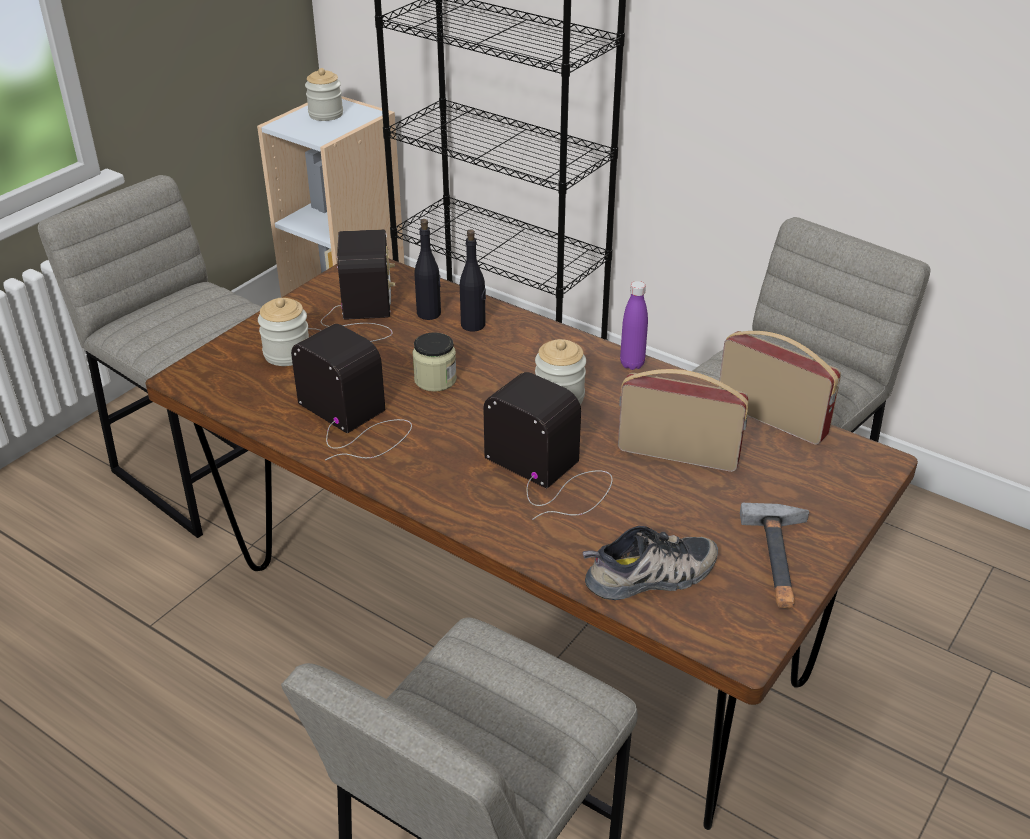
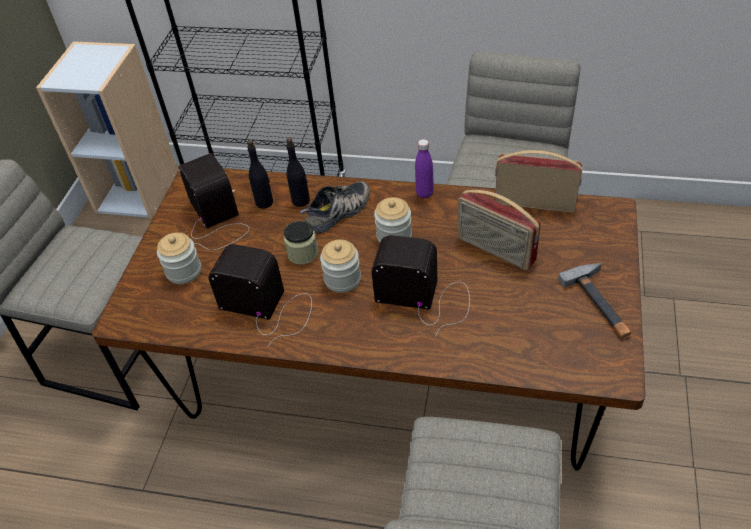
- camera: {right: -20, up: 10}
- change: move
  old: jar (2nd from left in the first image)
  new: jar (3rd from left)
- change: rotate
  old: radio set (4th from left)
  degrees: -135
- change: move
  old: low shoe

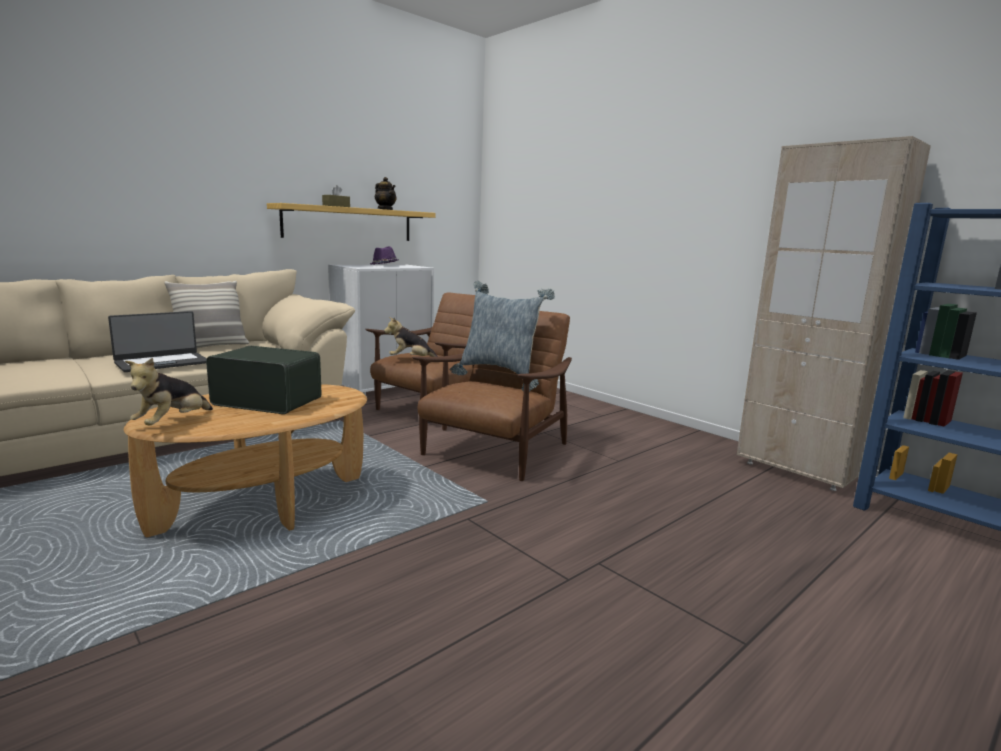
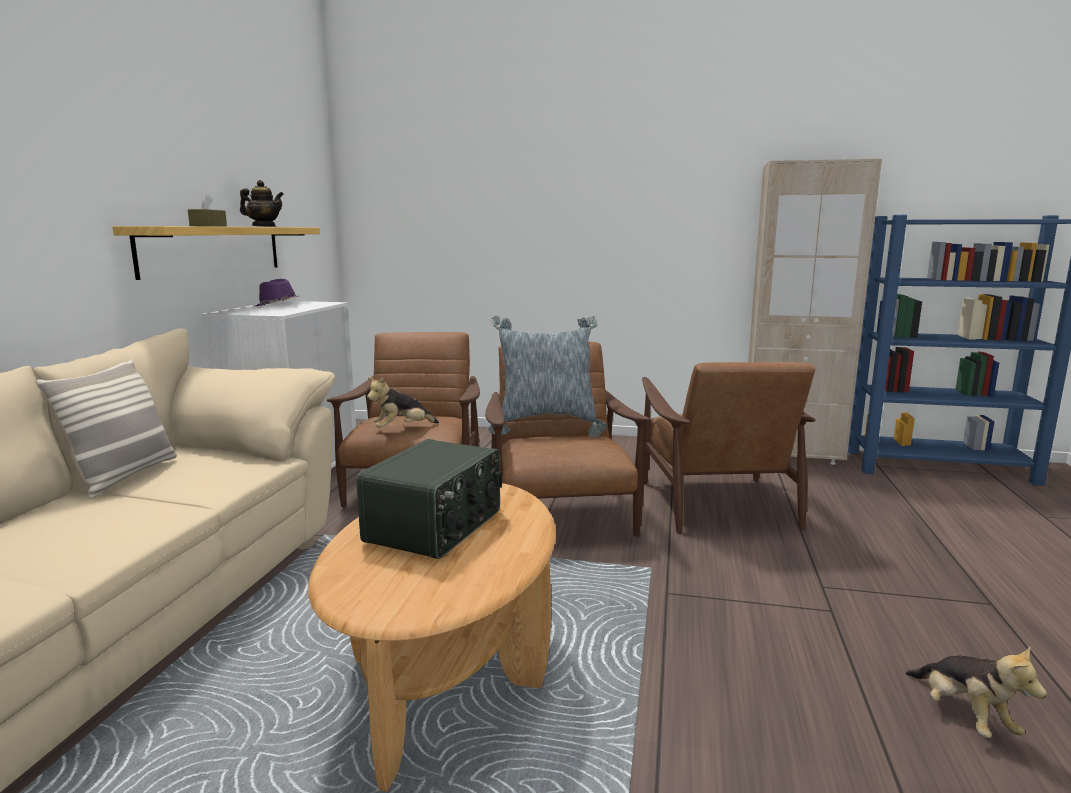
- camera: {right: -35, up: 0}
- change: delete
  old: laptop
- change: rotate
  old: radio set
  degrees: 135
- change: move
  old: cuddly toy (1st from left in the first image)
  new: cuddly toy (2nd from left)
- change: insert
  new: lounge chair/brownish (3rd from left)

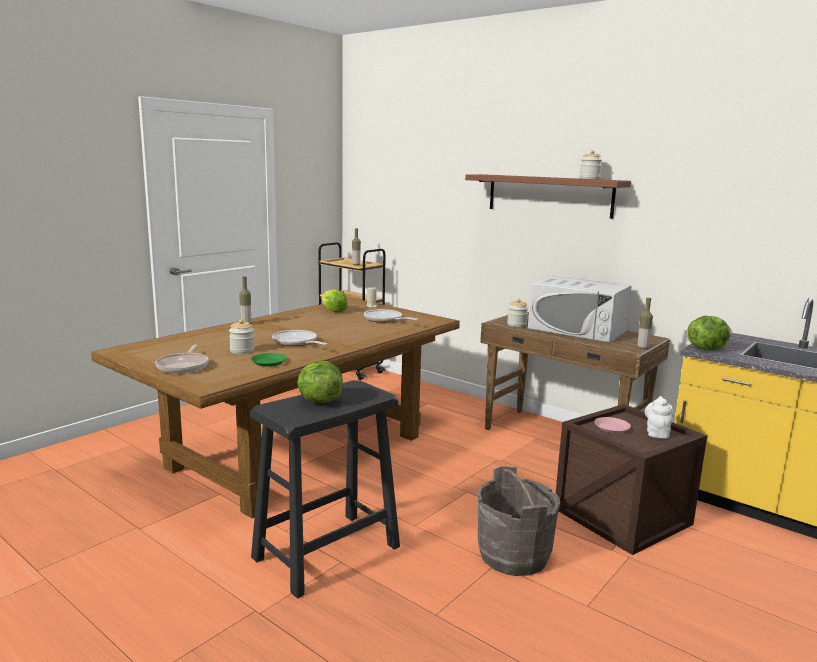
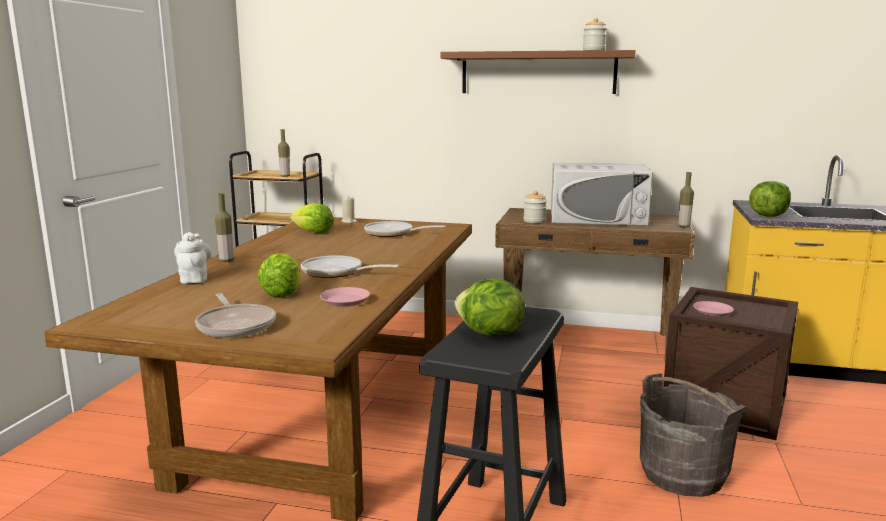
- camera: {right: -25, up: 0}
- change: replace
  old: jar (1st from left)
  new: head of lettuce (1st from left)
- change: recolor
  old: dinner plate/green
  new: dinner plate/pinkish (1st from left)
- change: move
  old: teapot/white-coloured

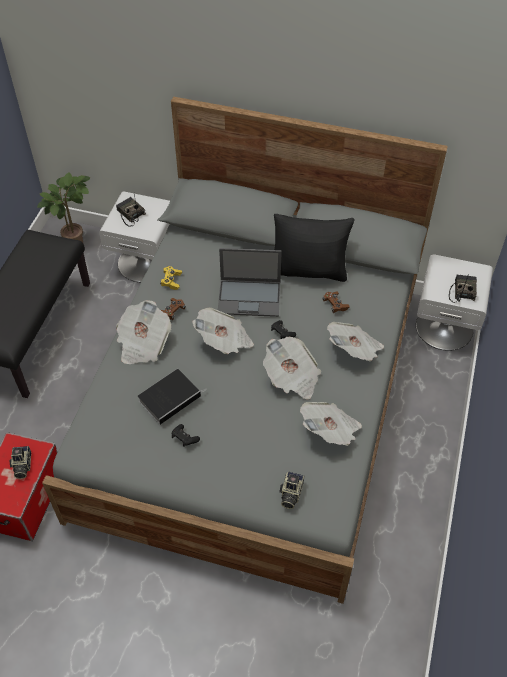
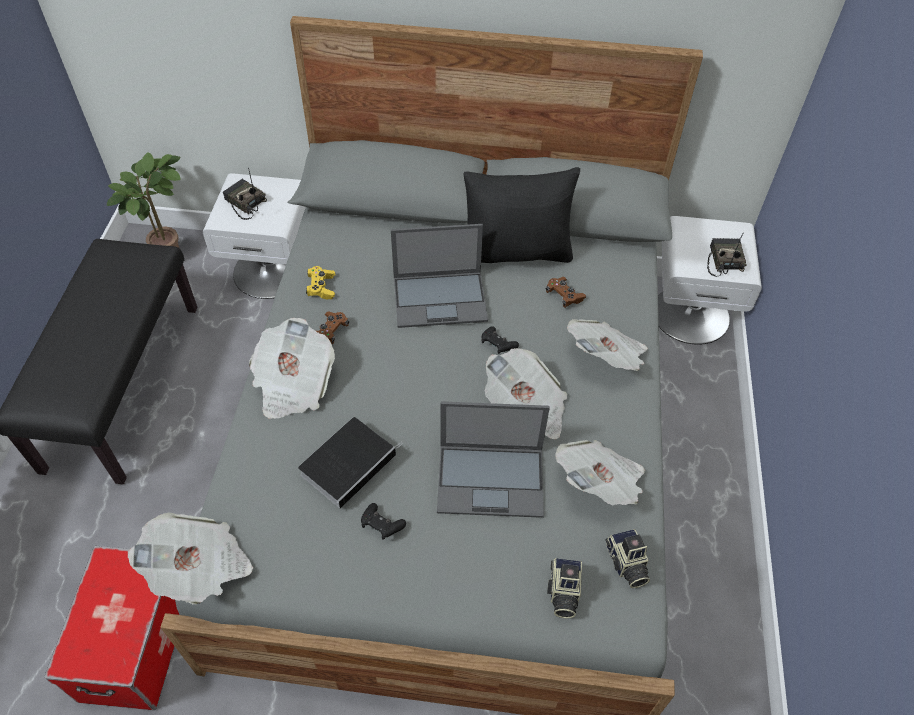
- camera: {right: -10, up: 0}
- change: move
  old: printed paper (2nd from left in the first image)
  new: printed paper (1st from left)
- change: move
  old: photo camera (1st from left in the first image)
  new: photo camera (2nd from left)
- change: insert
  new: laptop (2nd from left)

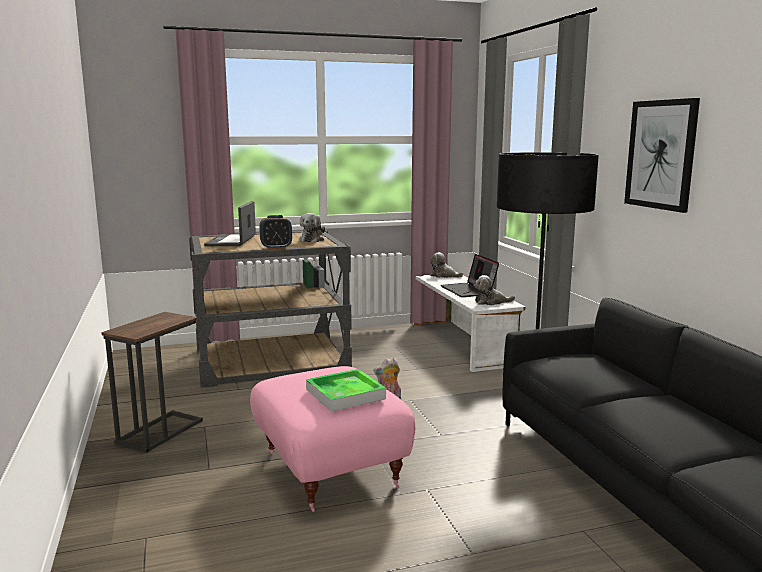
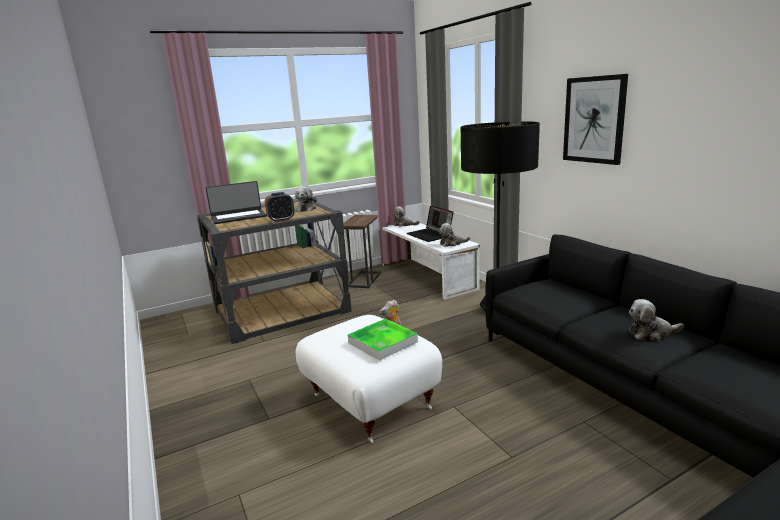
- camera: {right: -10, up: 5}
- change: rotate
  old: laptop (1st from left)
  degrees: -105
- change: move
  old: end table/brownish
- change: recolor
  old: ottoman/pinkish
  new: ottoman/white-coloured
- change: insert
  new: cuddly toy (5th from left)

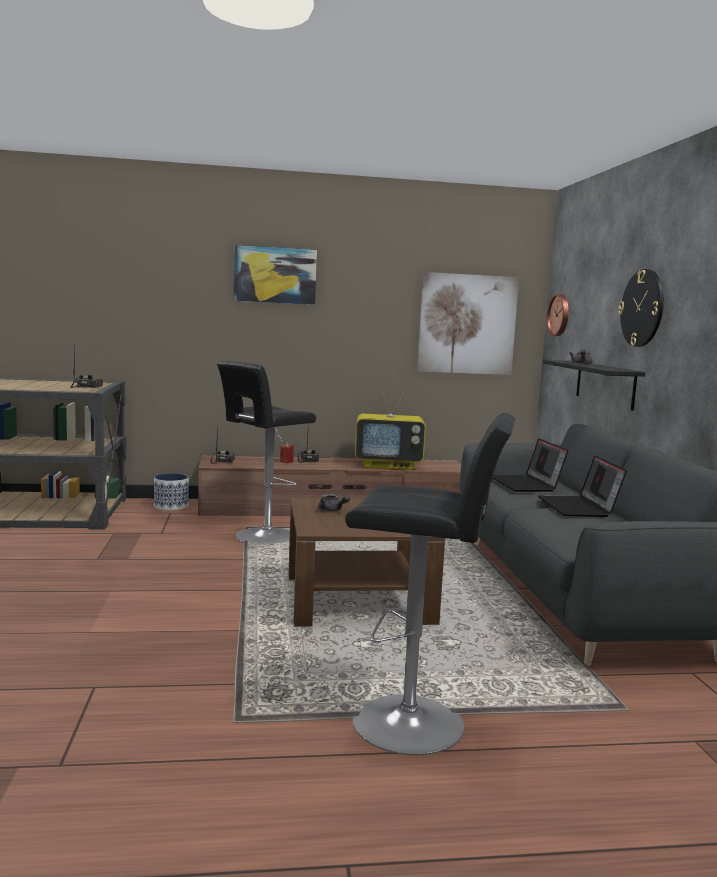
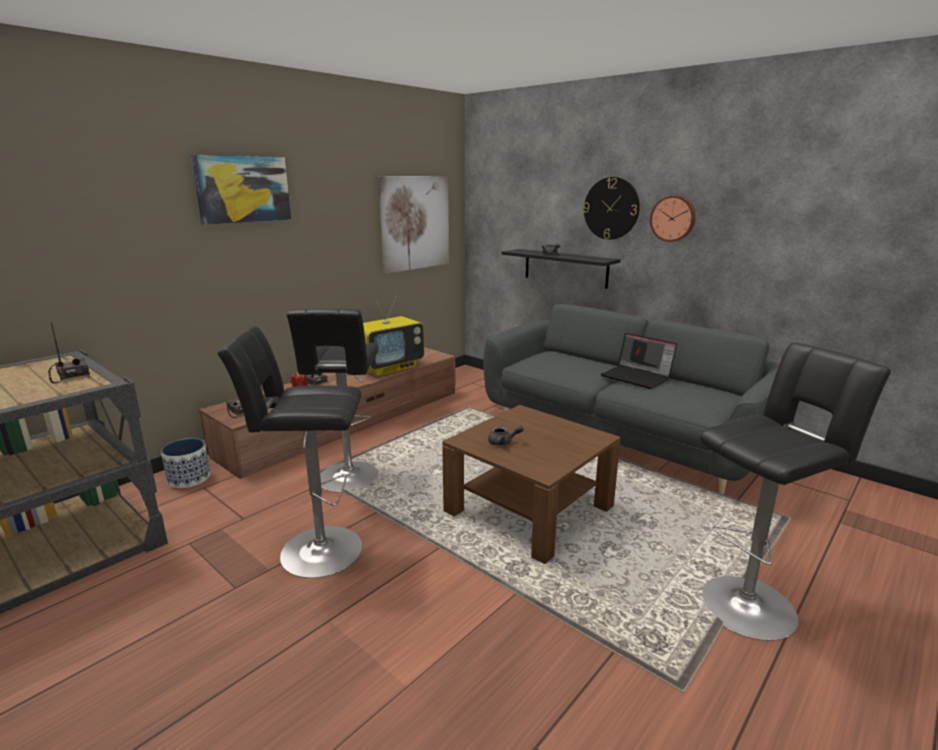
- camera: {right: -40, up: 10}
- change: move
  old: hanging clock (1st from left in the first image)
  new: hanging clock (2nd from left)
- change: delete
  old: laptop (1st from left)
- change: insert
  new: stool/blackish (1st from left)

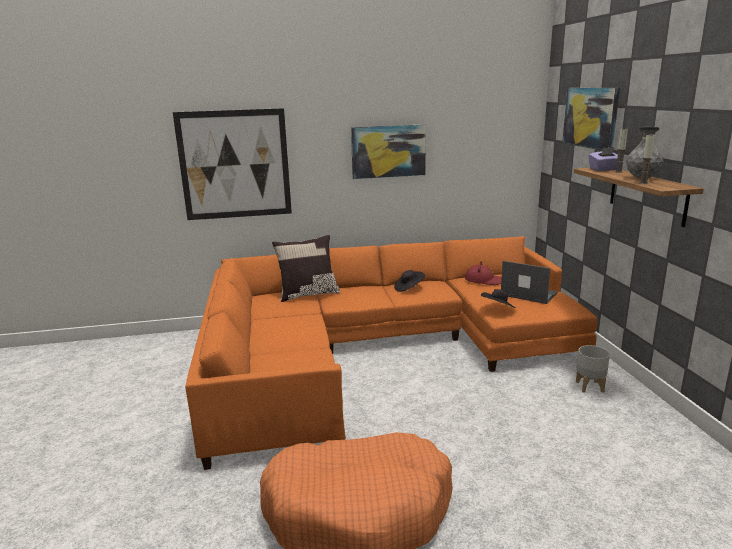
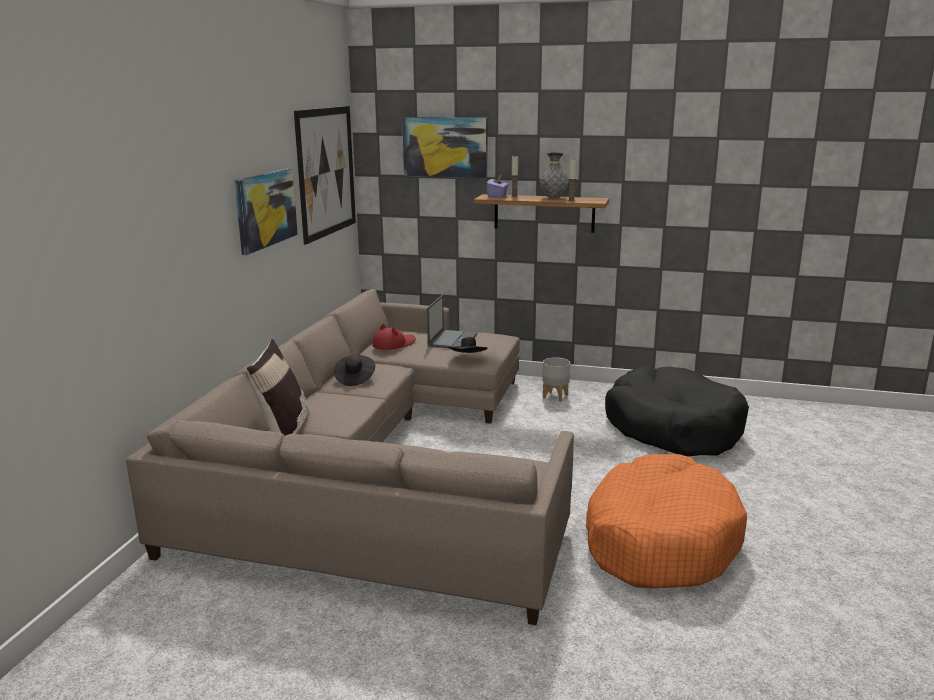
- camera: {right: -65, up: 0}
- change: move
  old: picture (1st from left in the first image)
  new: picture (2nd from left)
- change: recolor
  old: settee/orange
  new: settee/sand-coloured
- change: rotate
  old: laptop
  degrees: 135
- change: insert
  new: pet bed/blackish

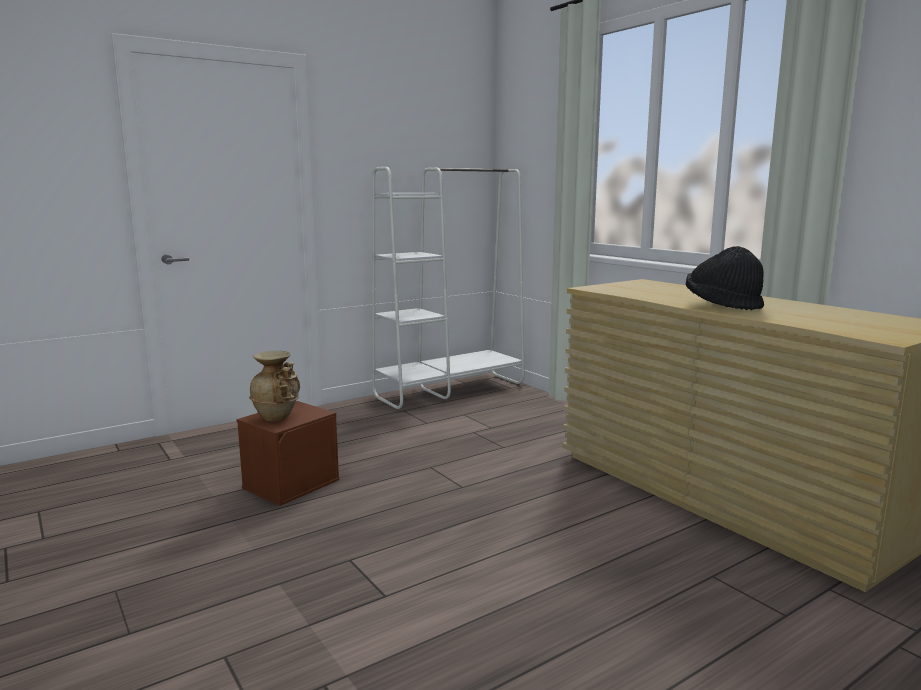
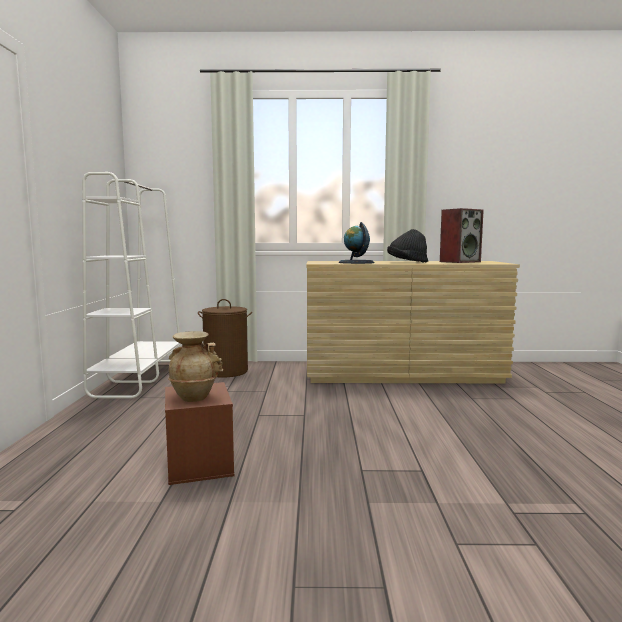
- camera: {right: -55, up: -5}
- change: insert
  new: audio speaker
- change: insert
  new: desk globe
- change: insert
  new: hamper/brownish

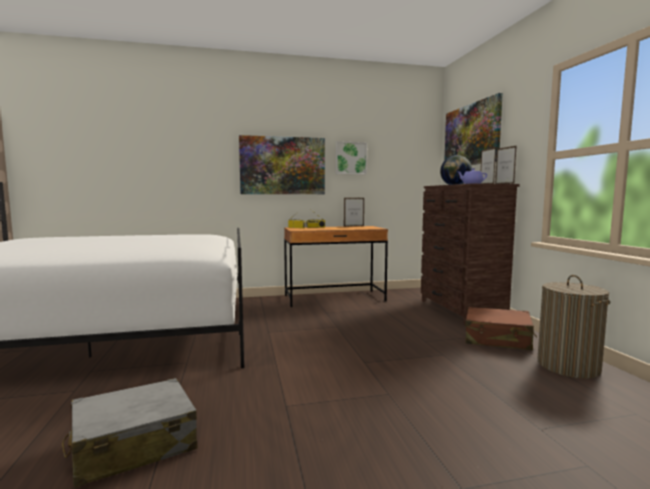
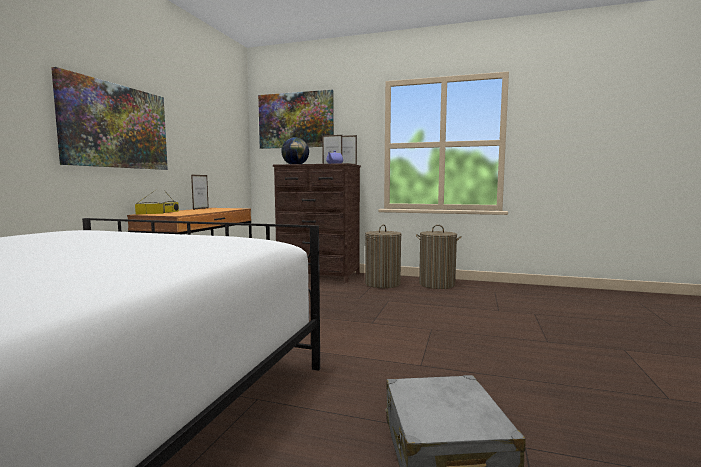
- camera: {right: -60, up: 0}
- change: delete
  old: picture (2nd from left)
- change: replace
  old: piece of luggage/brownish
  new: hamper (1st from left)

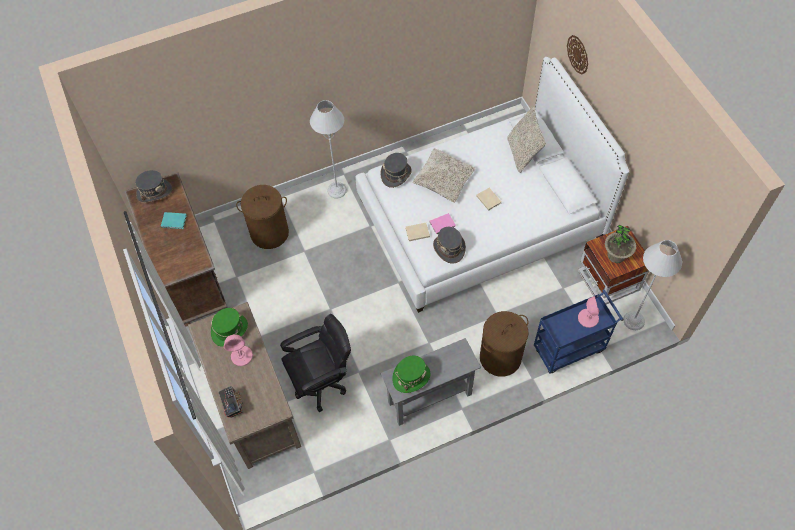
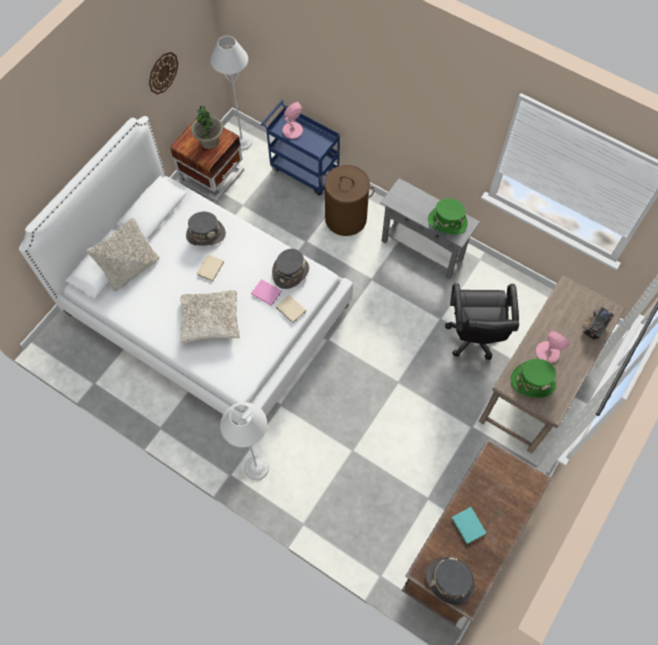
- camera: {right: -125, up: 5}
- change: move
  old: hanging clock
- change: move
  old: hat/grey (2nd from left in the first image)
  new: hat/grey (1st from left)
- change: delete
  old: hamper/brownish (1st from left)
- change: rotate
  old: desk chair/blackish
  degrees: -120

